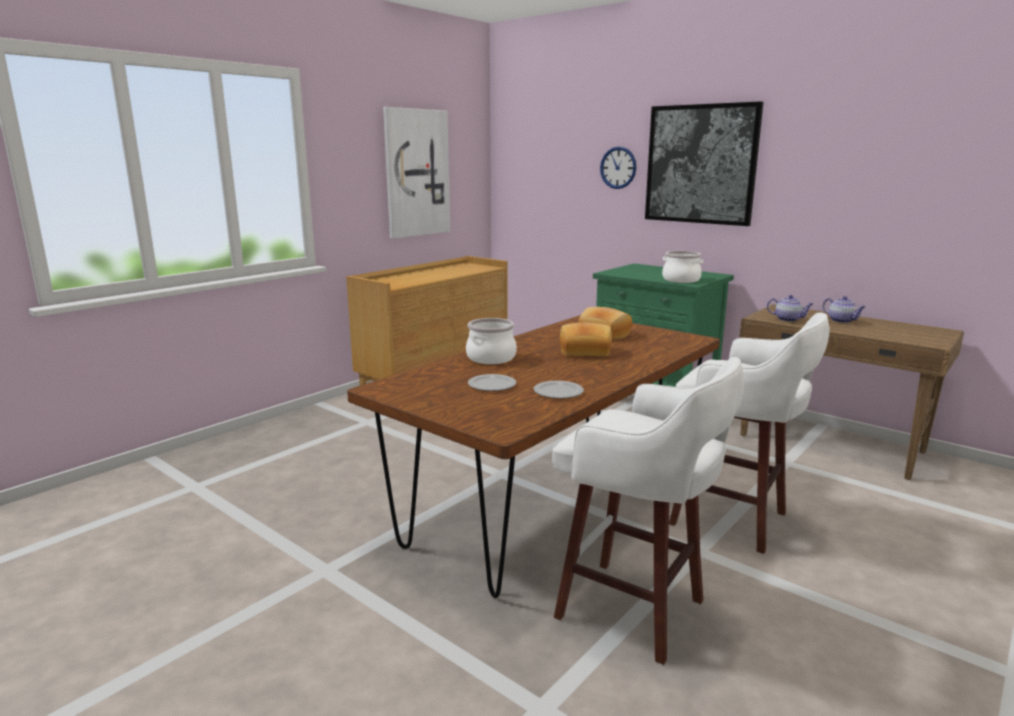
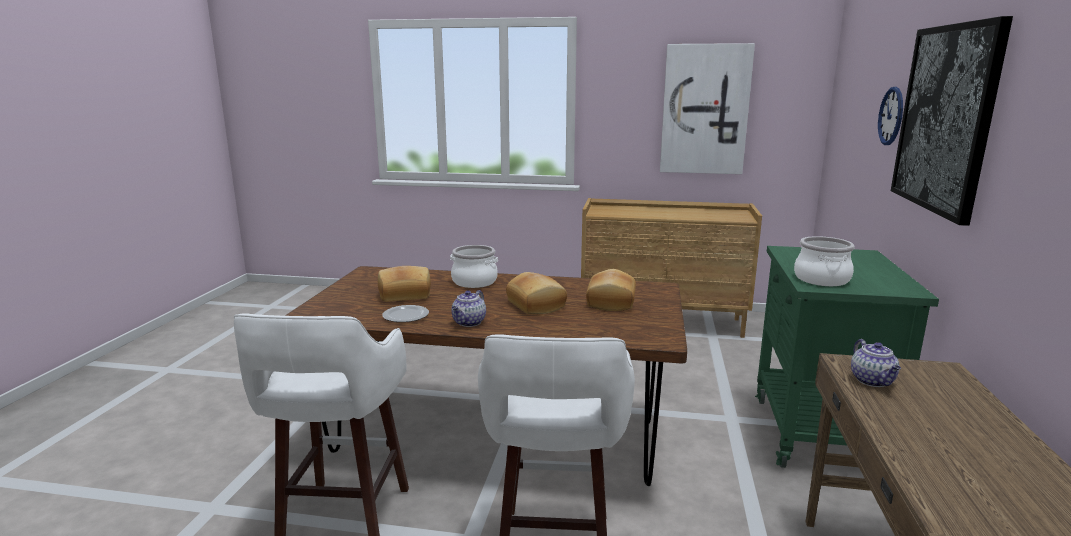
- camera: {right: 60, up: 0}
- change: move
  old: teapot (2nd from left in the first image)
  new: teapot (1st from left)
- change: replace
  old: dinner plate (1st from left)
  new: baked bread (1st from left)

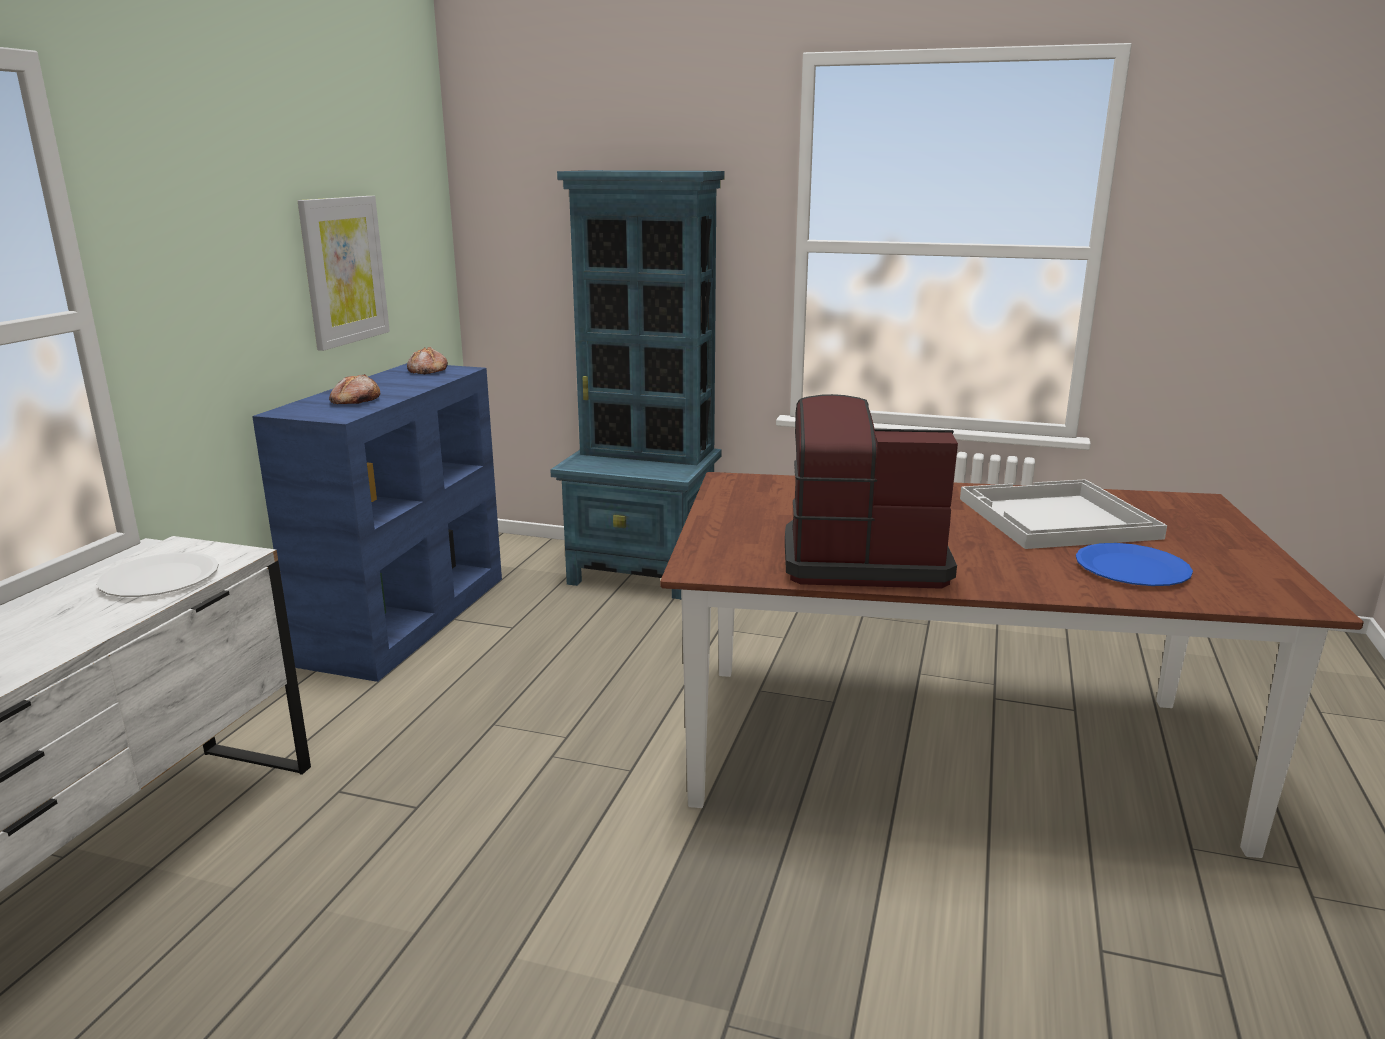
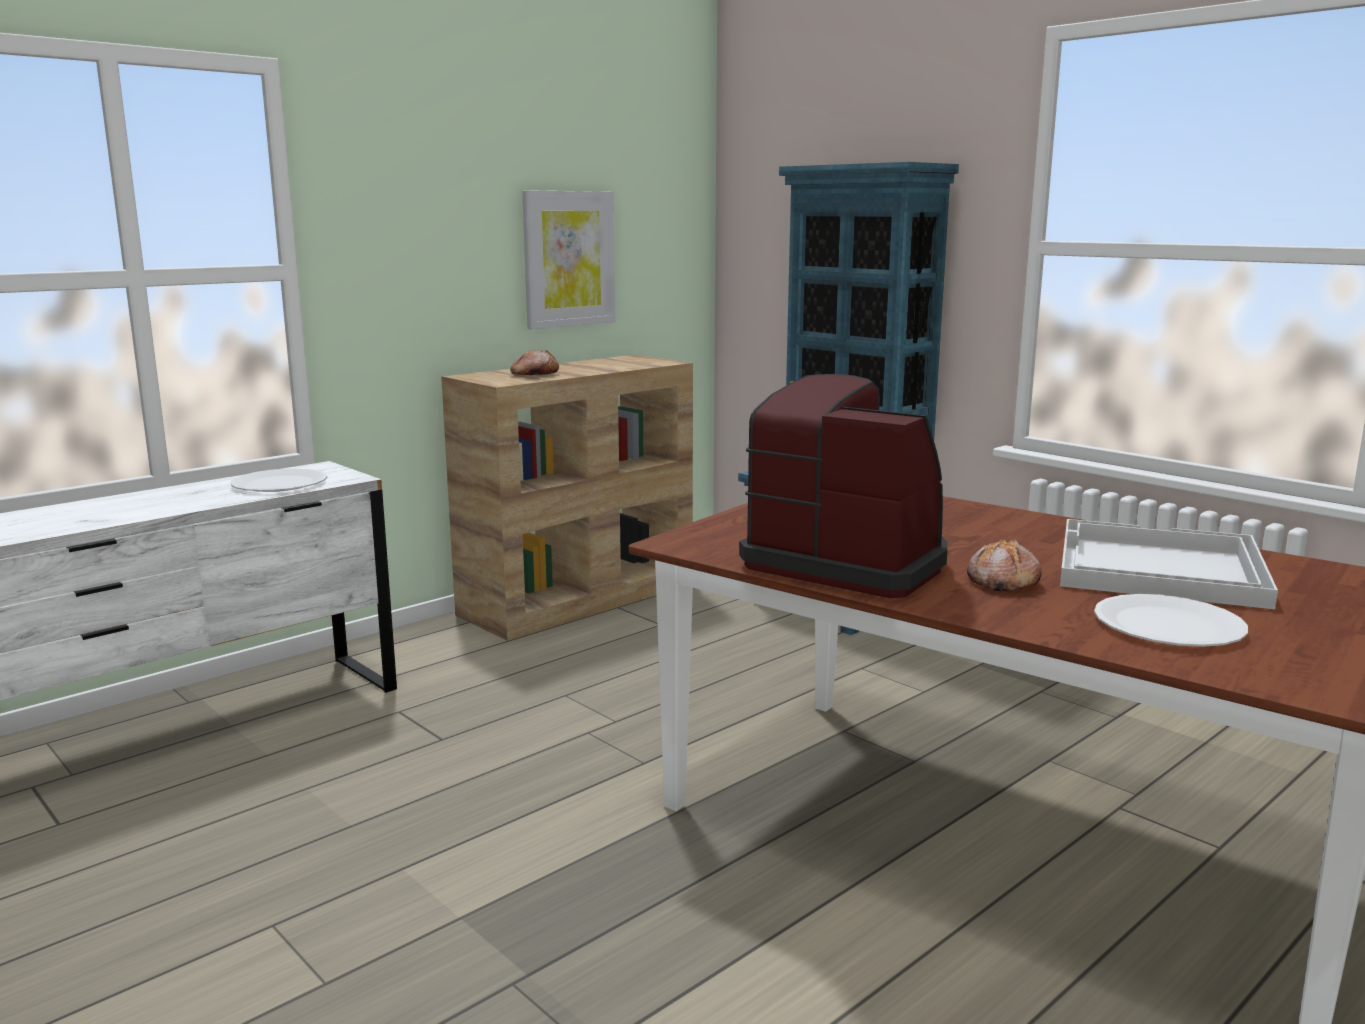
- camera: {right: 30, up: -5}
- change: move
  old: baked bread (2nd from left)
- change: recolor
  old: bookshelf/bluish
  new: bookshelf/brownish
- change: recolor
  old: dinner plate/bluish
  new: dinner plate/white-coloured (2nd from left)

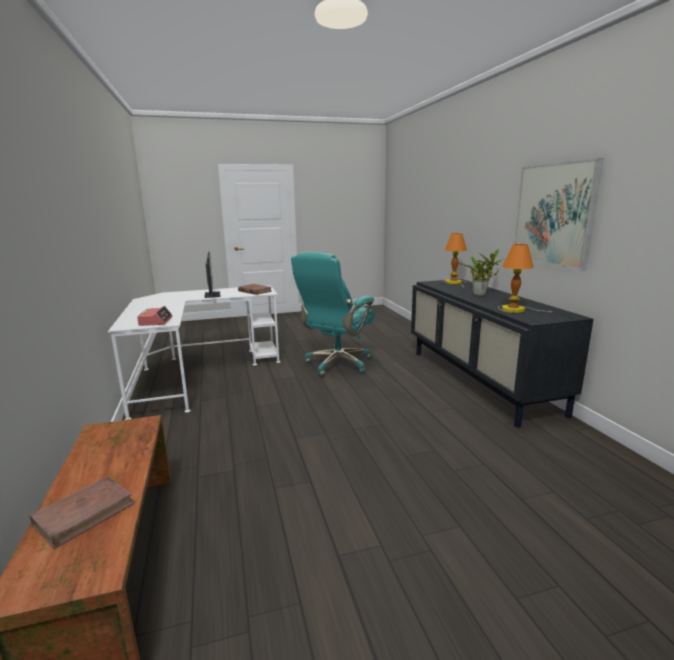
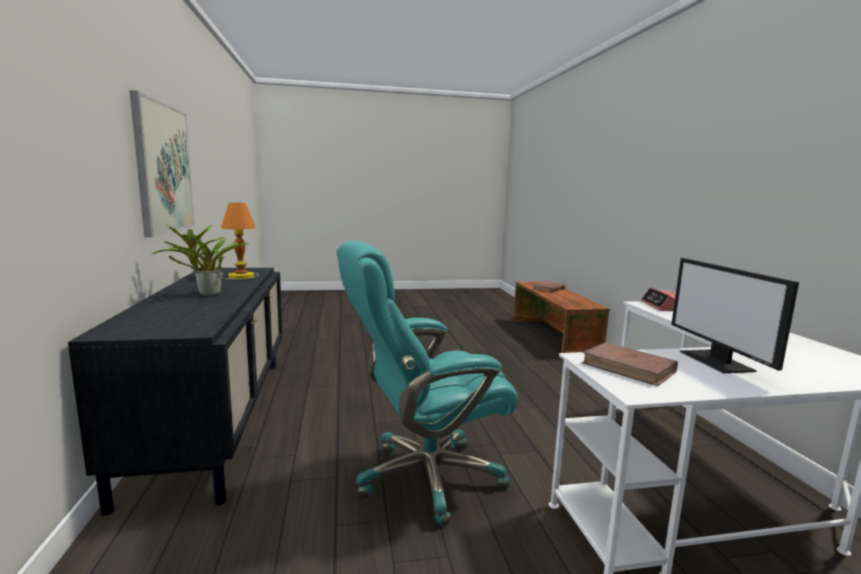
- camera: {right: -175, up: -5}
- change: delete
  old: lamp for a table (1st from left)
- change: rotate
  old: desk chair/turquoise
  degrees: -150

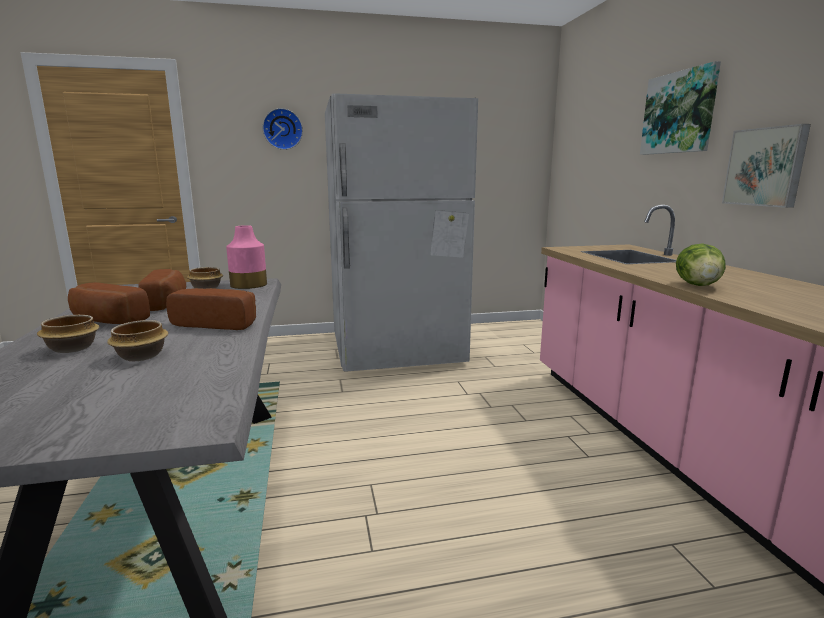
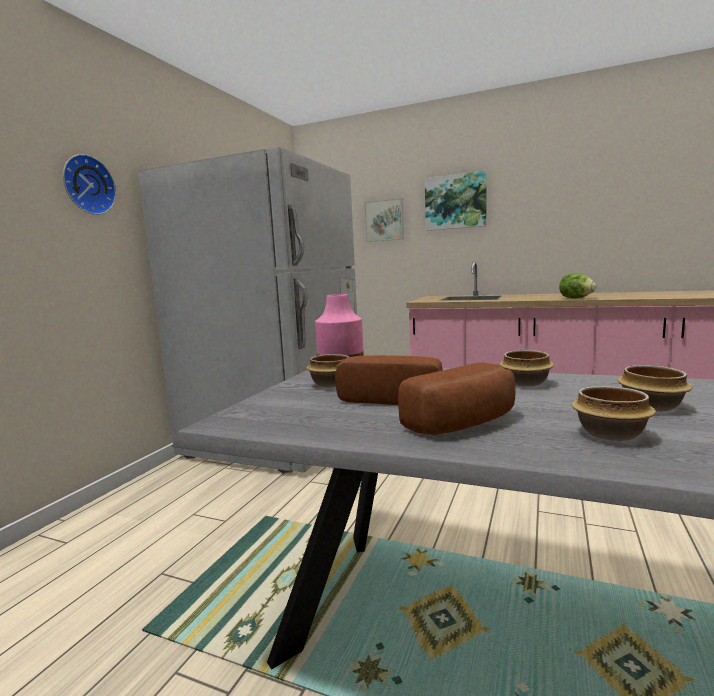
- camera: {right: -55, up: -5}
- change: move
  old: picture (2nd from left in the first image)
  new: picture (1st from left)
- change: replace
  old: baked bread (3rd from left)
  new: deep dish (2nd from left)

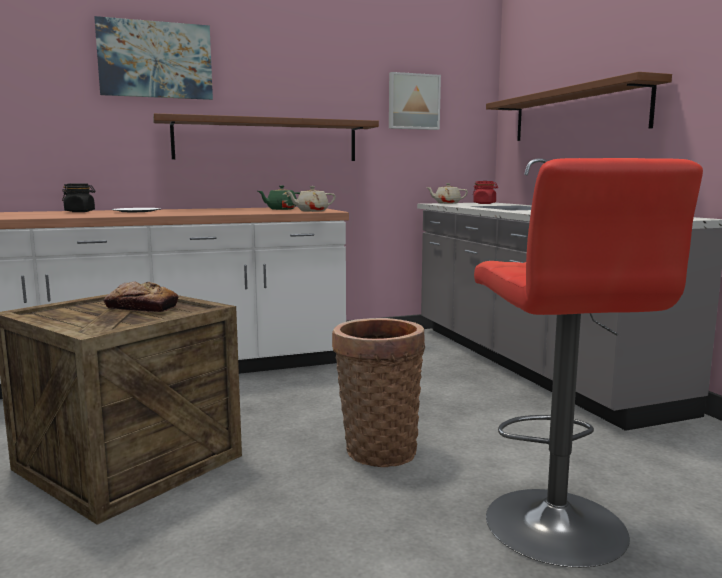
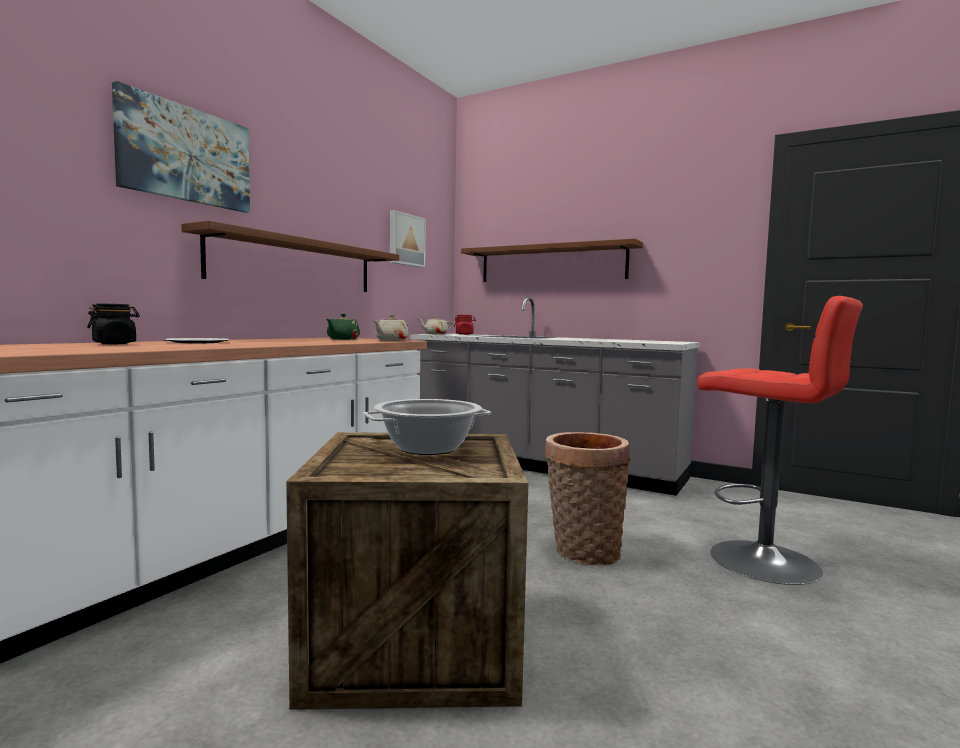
- camera: {right: -40, up: -5}
- change: replace
  old: baked bread
  new: cooking pot

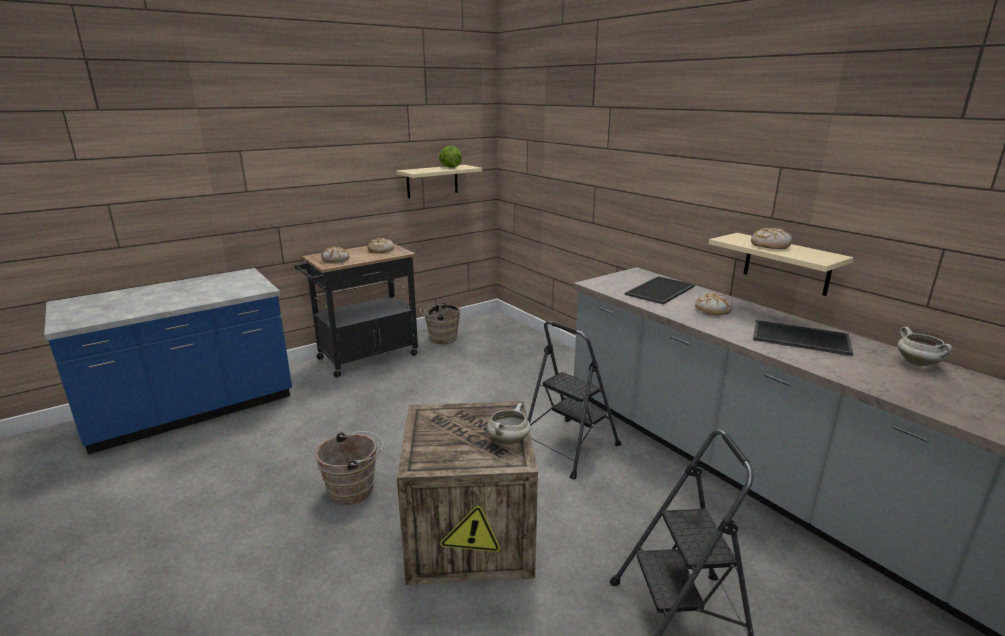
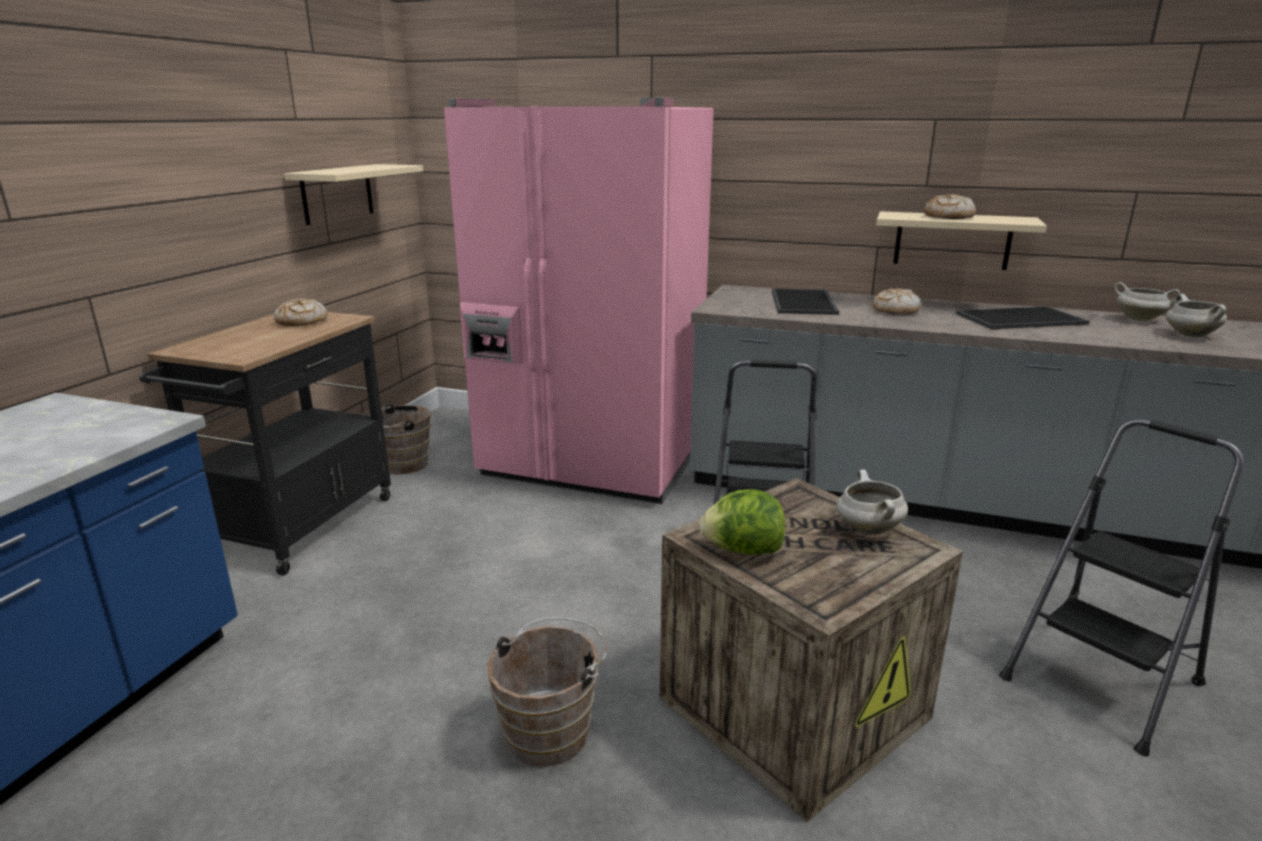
- camera: {right: -35, up: 0}
- change: move
  old: head of lettuce
- change: delete
  old: baked bread (1st from left)
- change: insert
  new: refrigerator/pinkish
- change: insert
  new: cooking pot/white-coloured (3rd from left)

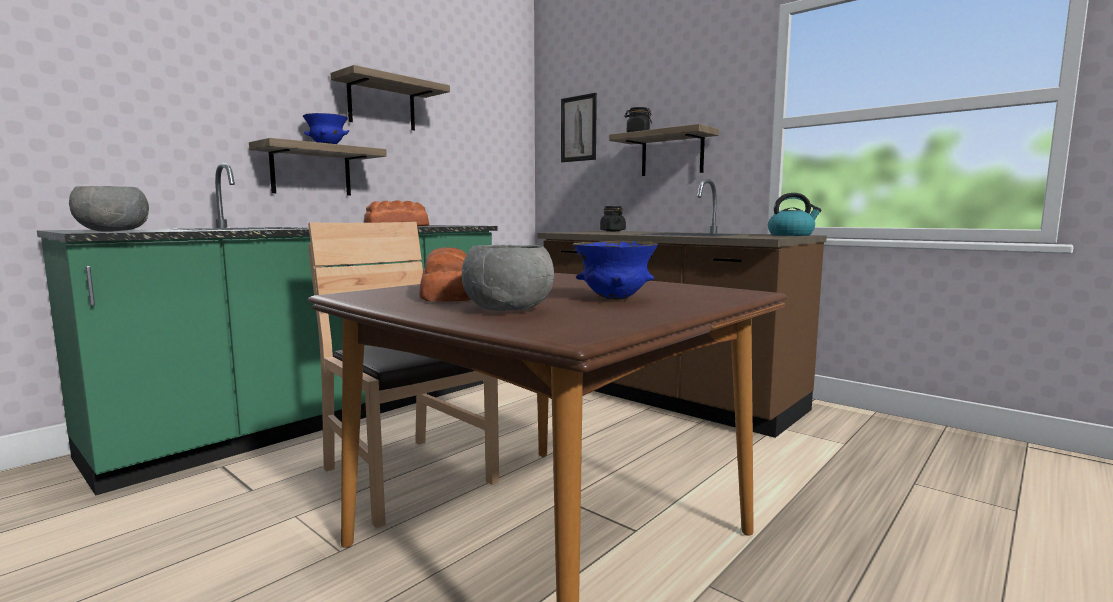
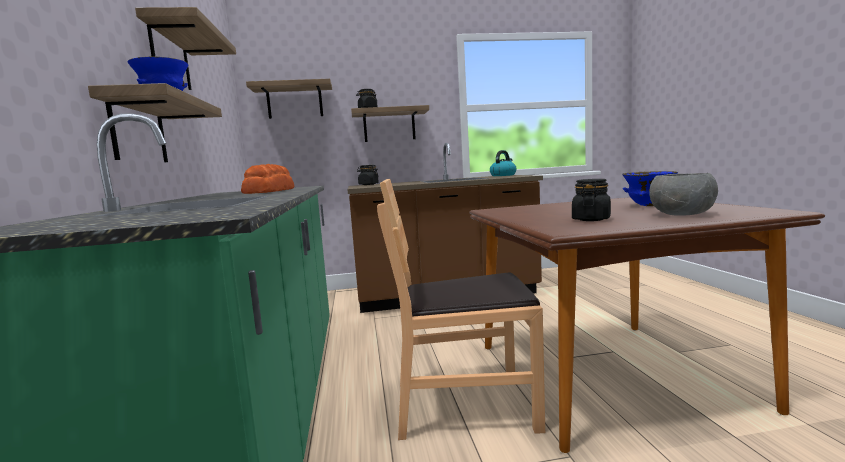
- camera: {right: -50, up: 0}
- change: replace
  old: picture
  new: bracket shelf (3rd from left)
- change: delete
  old: deep dish/grey (1st from left)
- change: replace
  old: baked bread (2nd from left)
  new: jar/blackish (3rd from left)

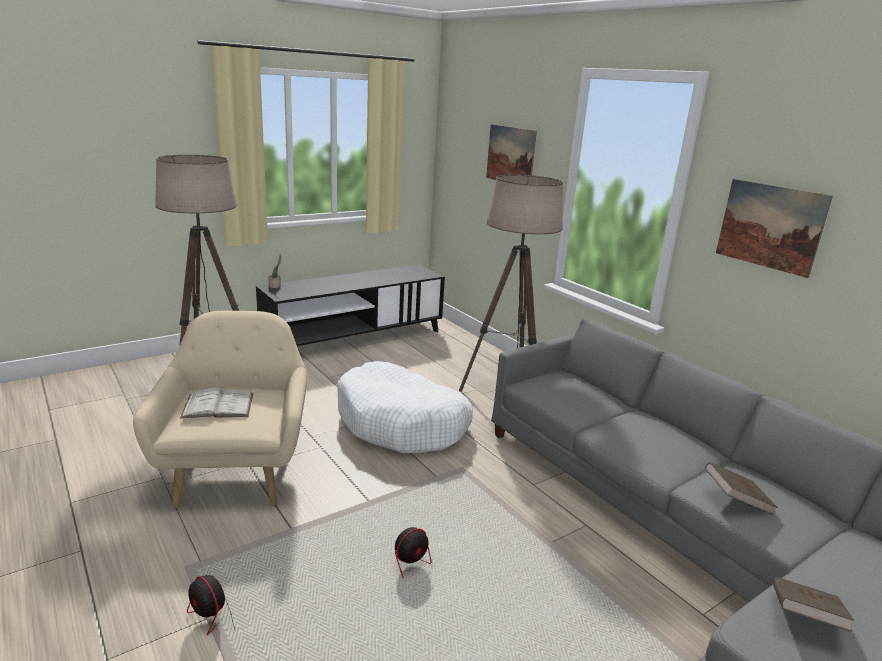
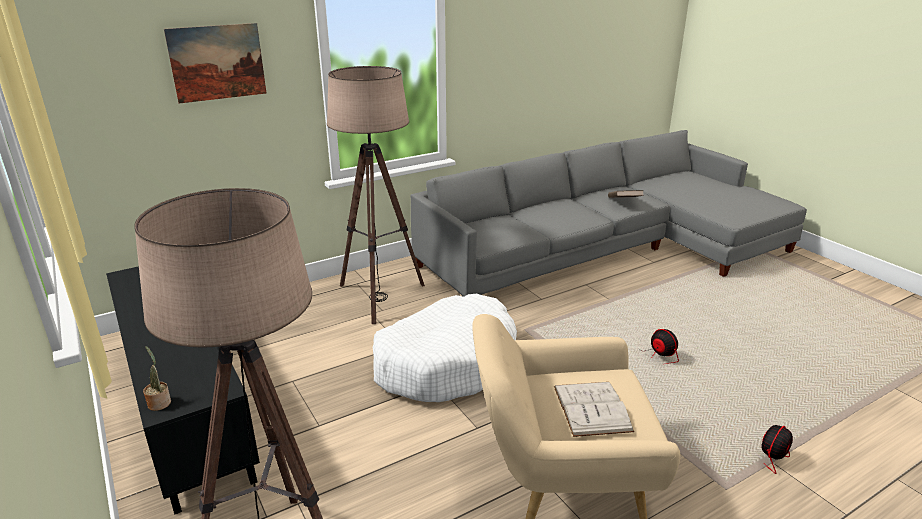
- camera: {right: -85, up: 5}
- change: delete
  old: picture (2nd from left)
- change: delete
  old: bound book/brownish (2nd from left)

